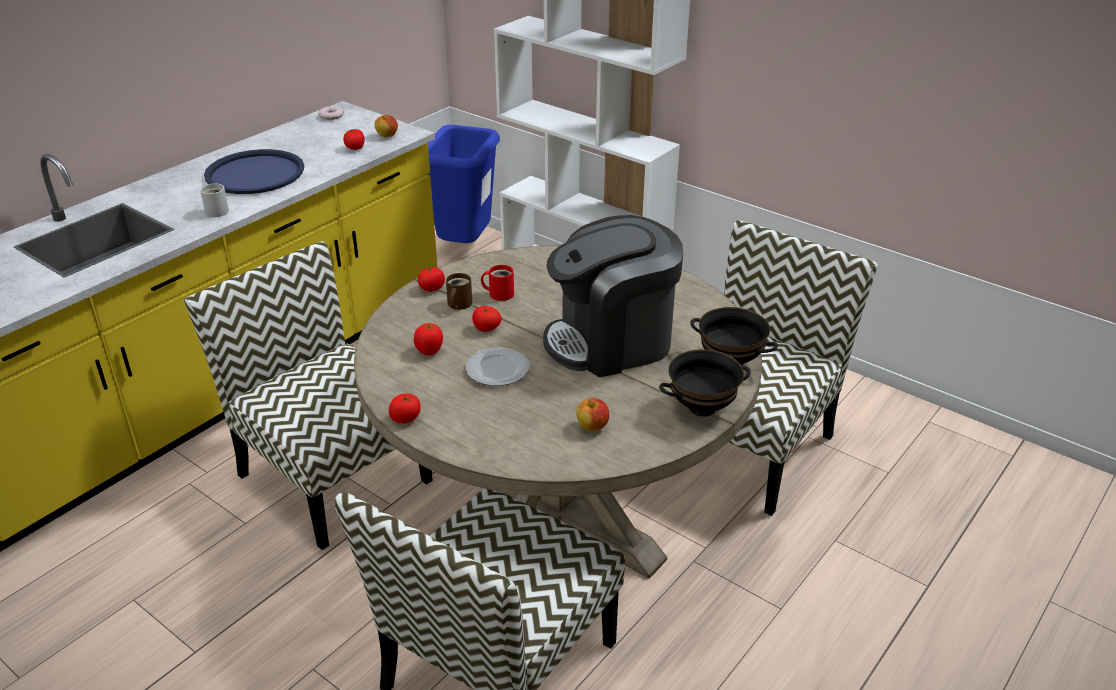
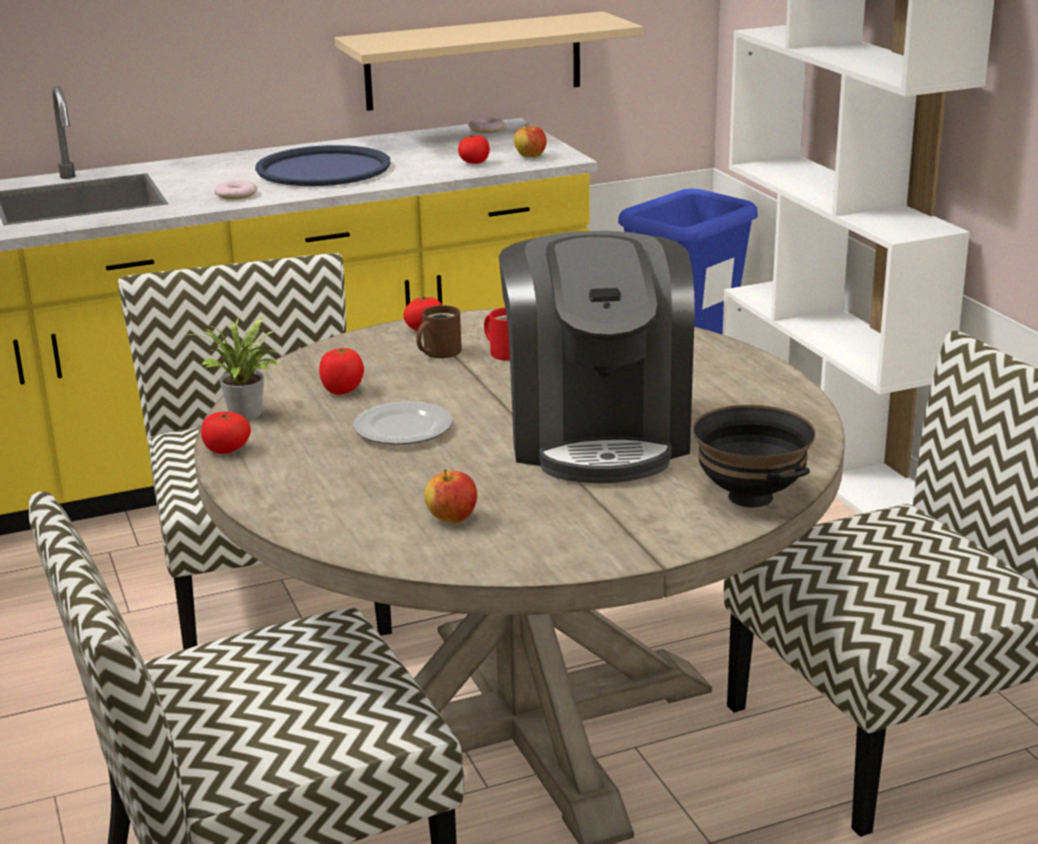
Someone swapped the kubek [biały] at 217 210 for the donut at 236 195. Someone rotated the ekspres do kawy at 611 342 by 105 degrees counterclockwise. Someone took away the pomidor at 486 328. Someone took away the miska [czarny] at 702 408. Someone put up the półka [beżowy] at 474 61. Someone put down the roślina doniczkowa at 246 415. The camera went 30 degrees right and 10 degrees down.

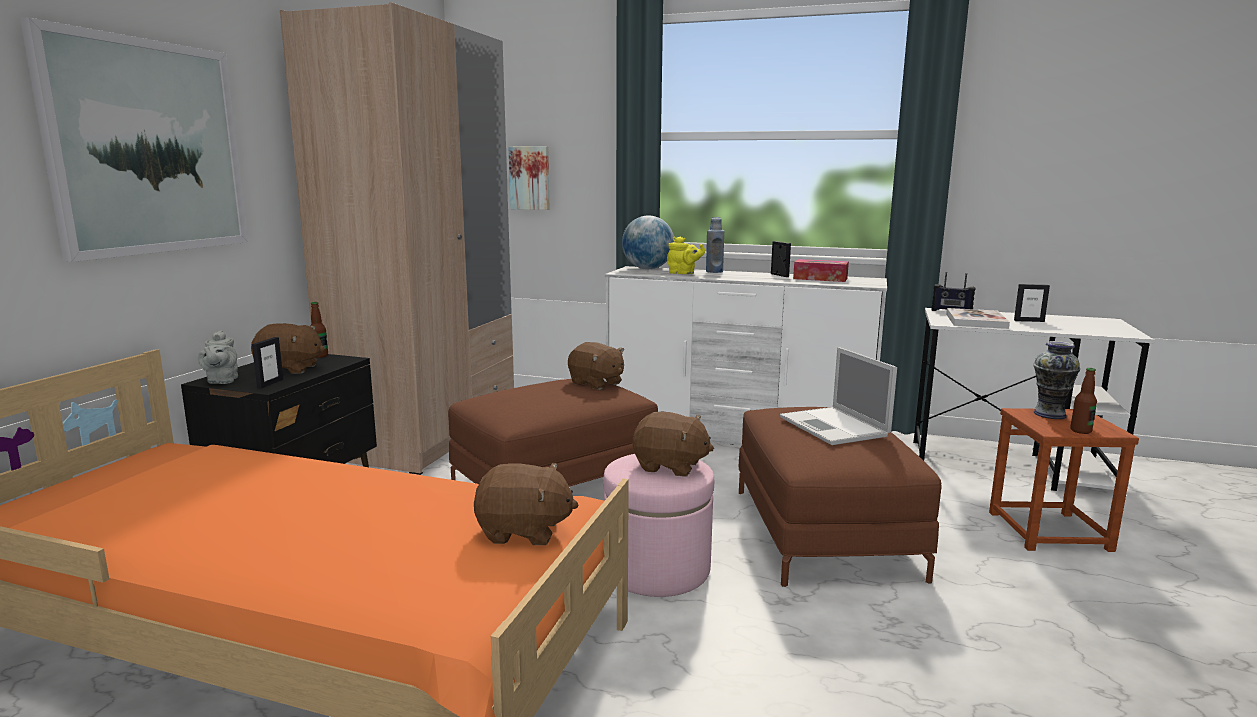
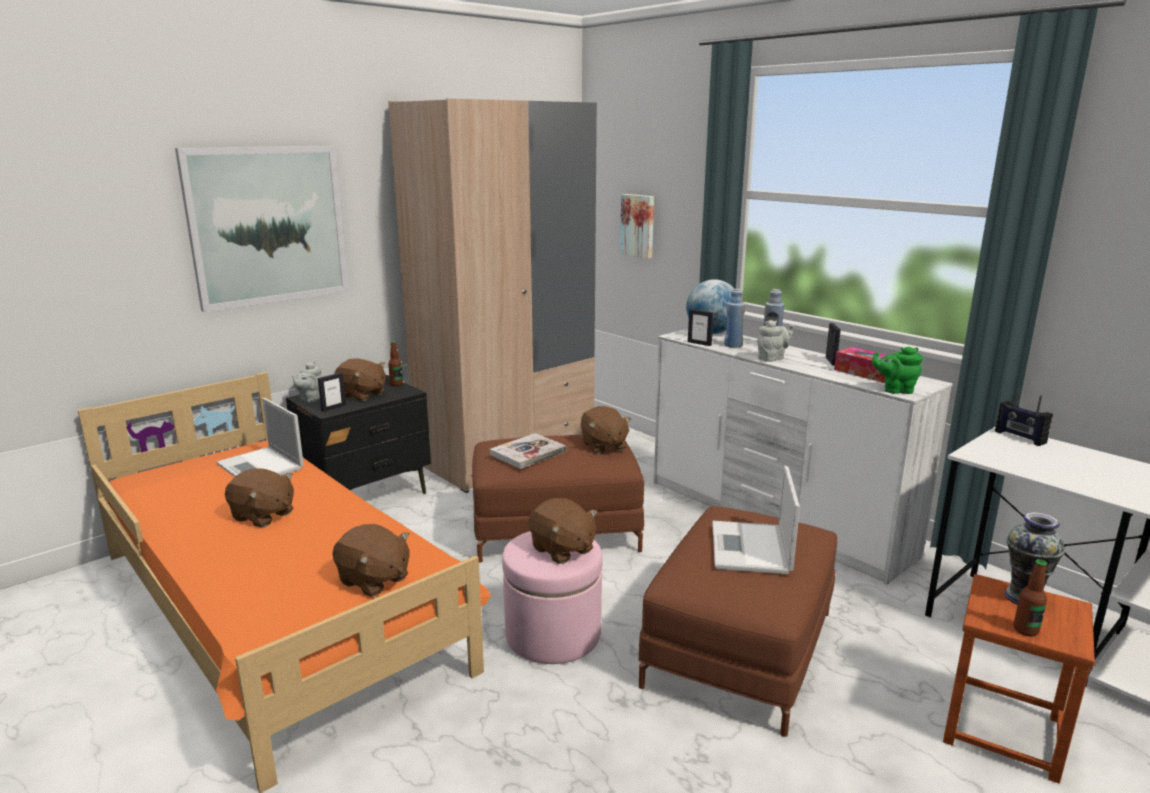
Someone swapped the imbryk [żółty] at 683 273 for the butelka [niebieski] at 733 345. Someone carried the ramka na zdjęcie from 1029 321 to 699 343. Someone carried the książka from 976 321 to 528 453. Someone put down the imbryk [szary] at 772 358. Someone put down the imbryk [zielony] at 895 390. Someone put down the laptop at 261 467. Someone put down the pluszak [brązowy] at 263 516. The camera went 30 degrees right and 5 degrees up.

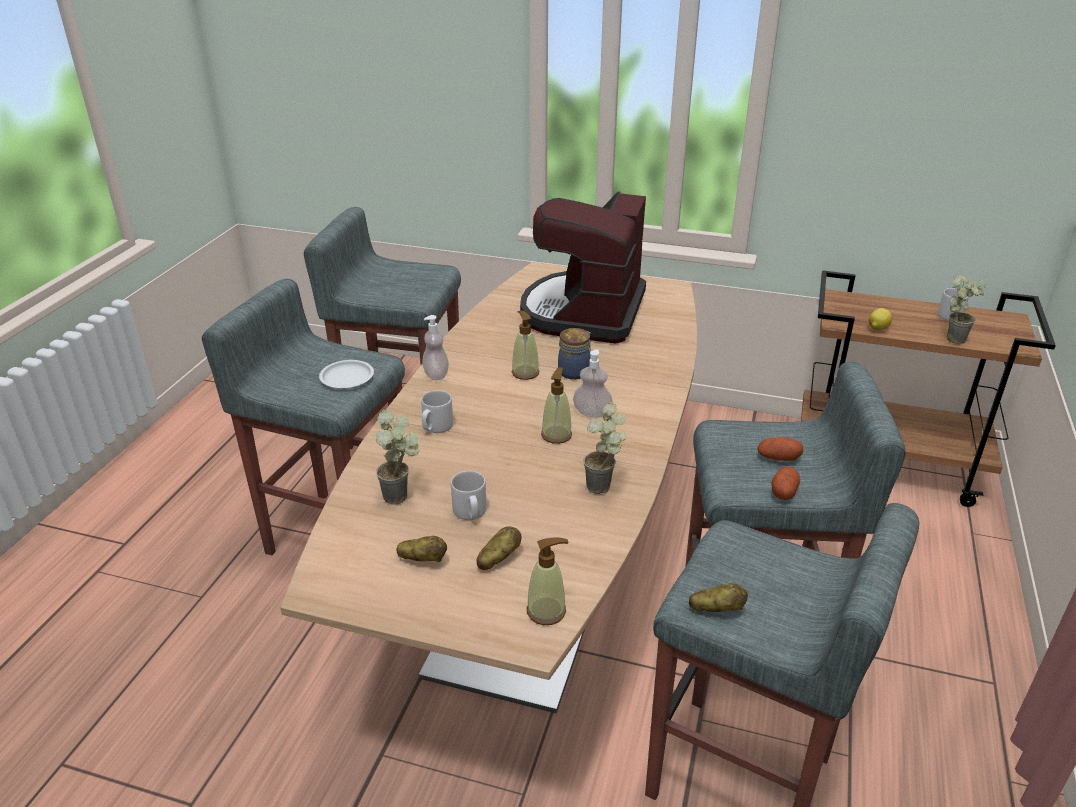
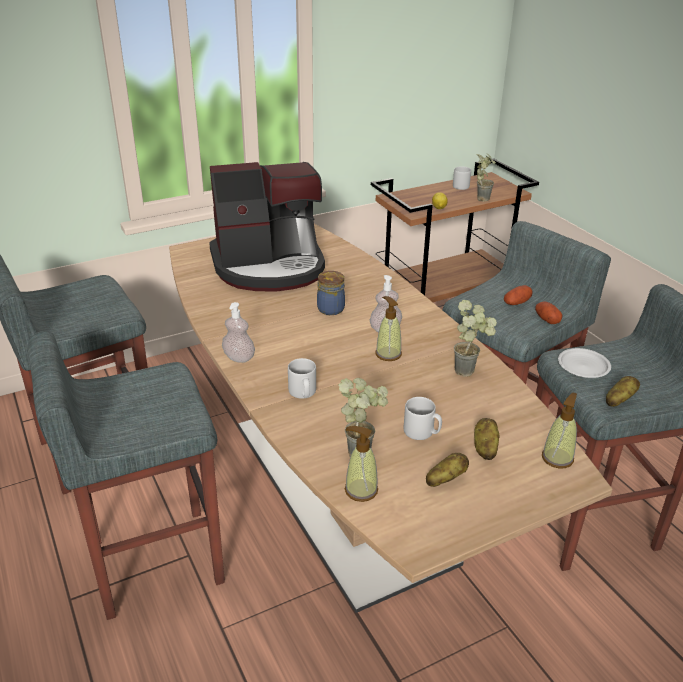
Someone rotated the ekspres do kawy at 584 312 by 75 degrees counterclockwise. Someone carried the dozownik mydła from 525 373 to 360 490. Someone carried the talerz [biały] from 347 378 to 583 366. The camera went 45 degrees left and 0 degrees up.

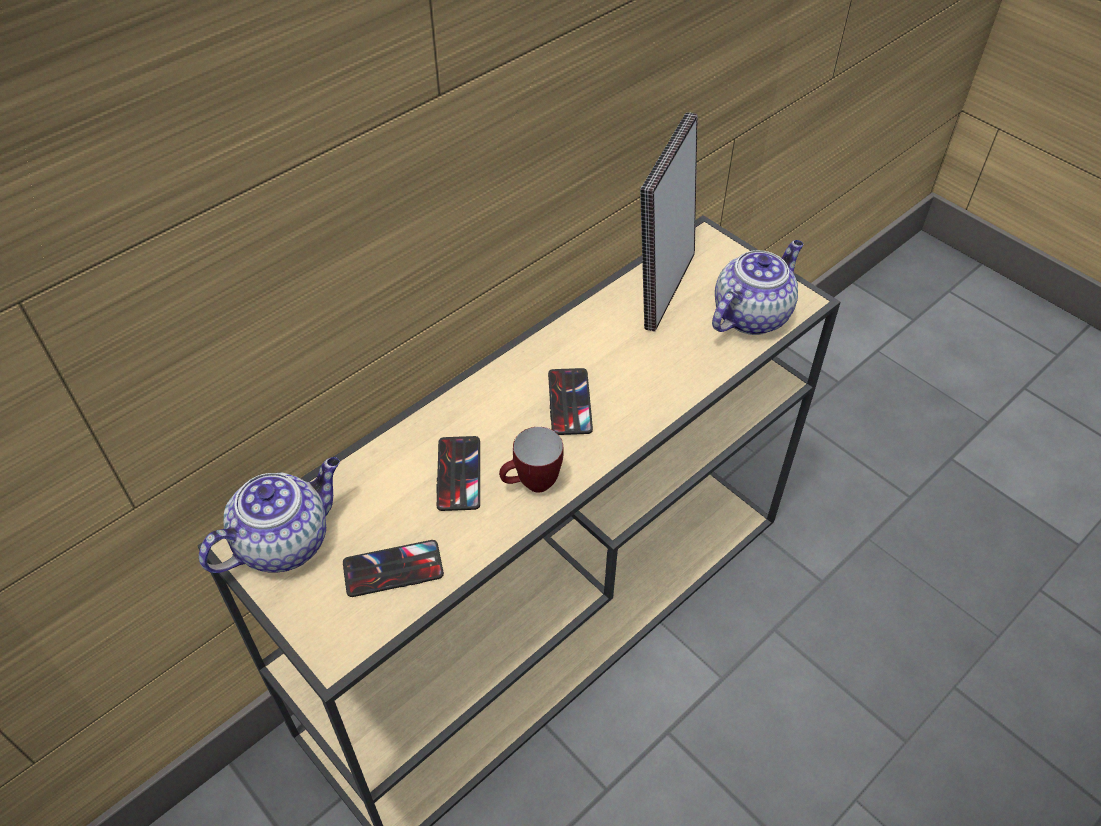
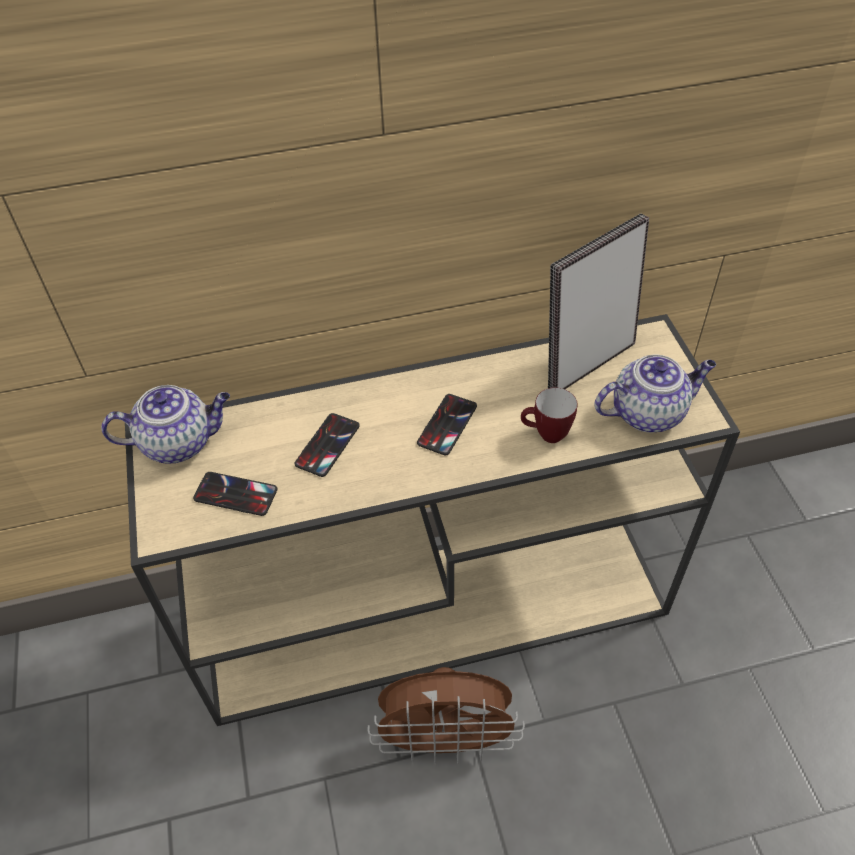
Someone carried the kubek from 531 485 to 545 435. Someone put down the wentylator [brązowy] at 446 741. The camera went 30 degrees right and 0 degrees up.

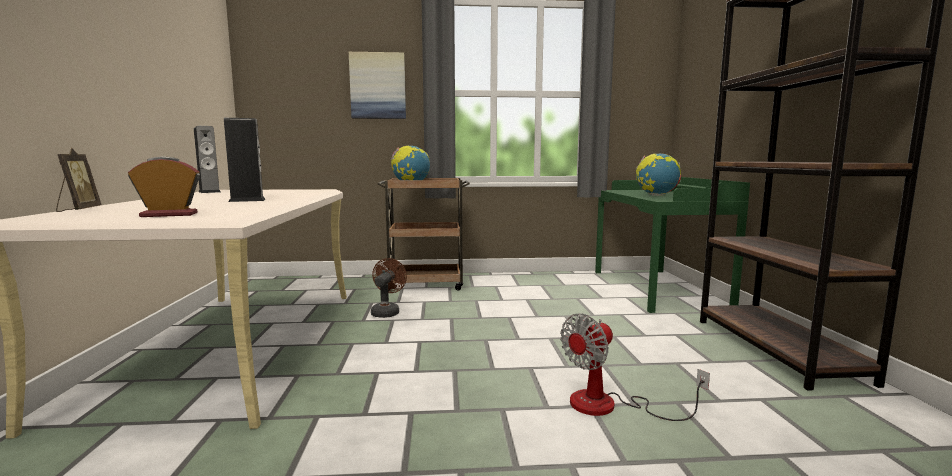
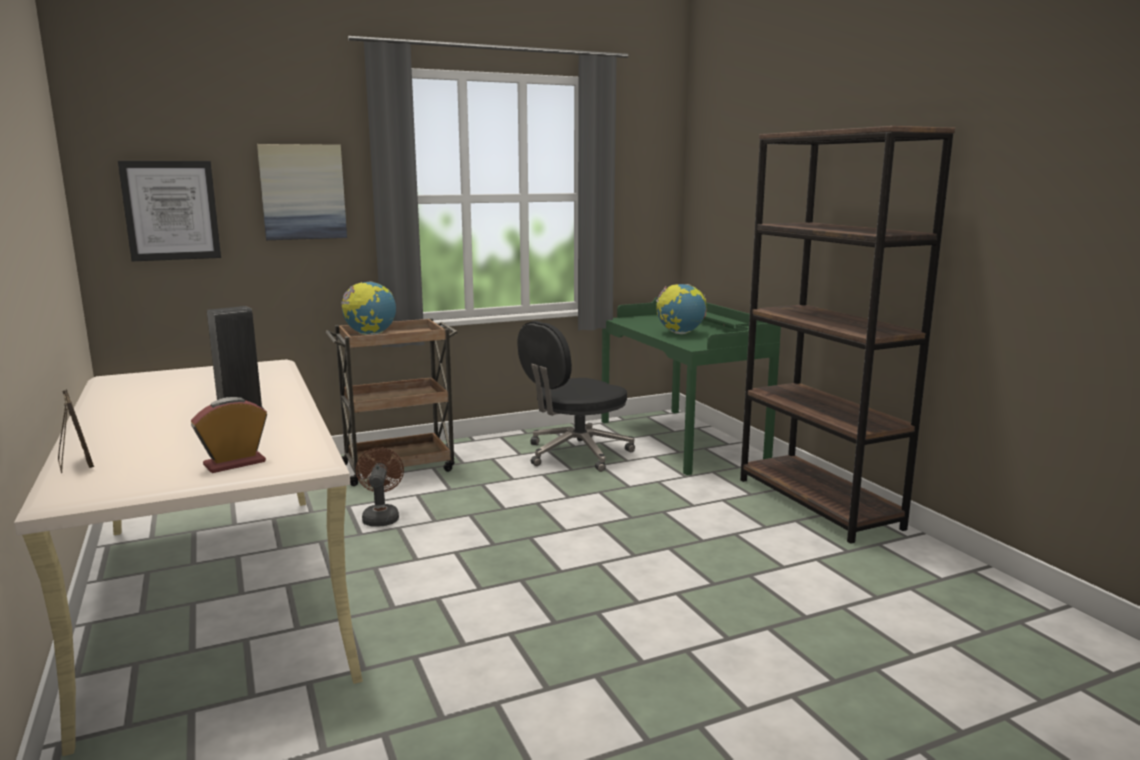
Someone took away the głośnik at 209 192. Someone took away the wentylator at 609 406. Someone put up the obraz at 171 210. Someone put down the krzesło biurowe [czarny] at 576 454. The camera went 20 degrees left and 5 degrees up.

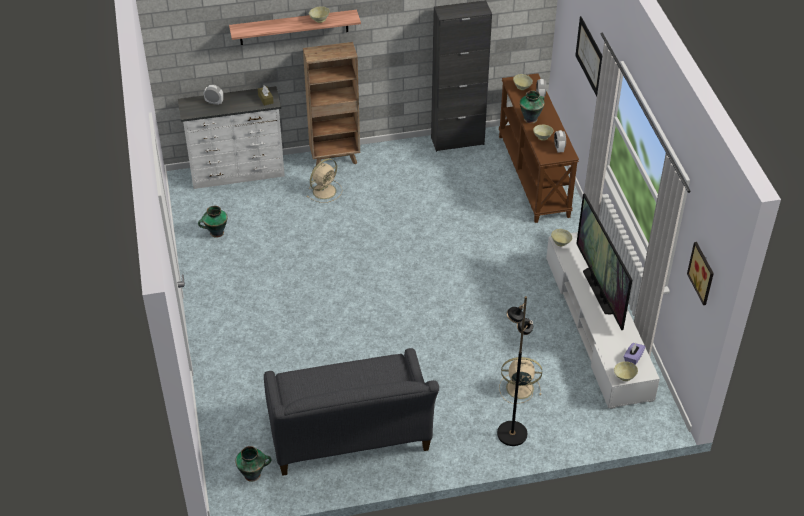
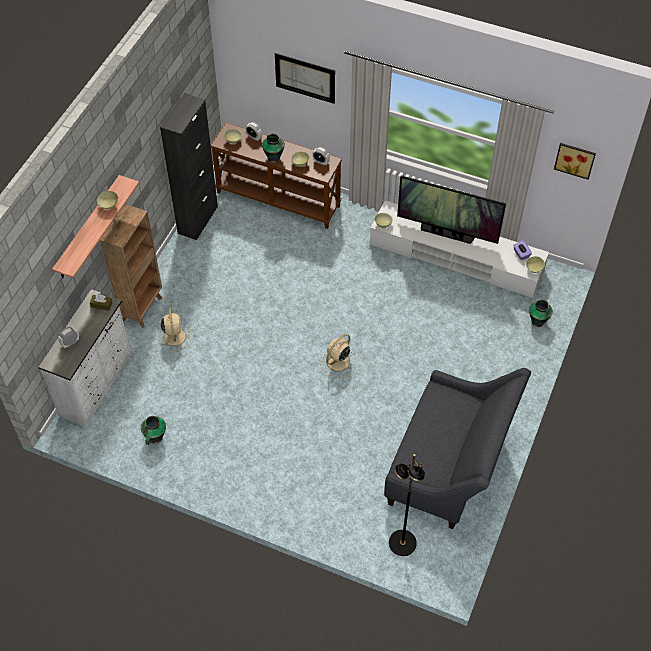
Someone carried the lampa stojąca [czarny] from 511 433 to 402 543. Someone carried the wentylator [beżowy] from 518 388 to 337 362. Someone carried the wazon from 253 474 to 538 321. The camera went 55 degrees left and 10 degrees up.

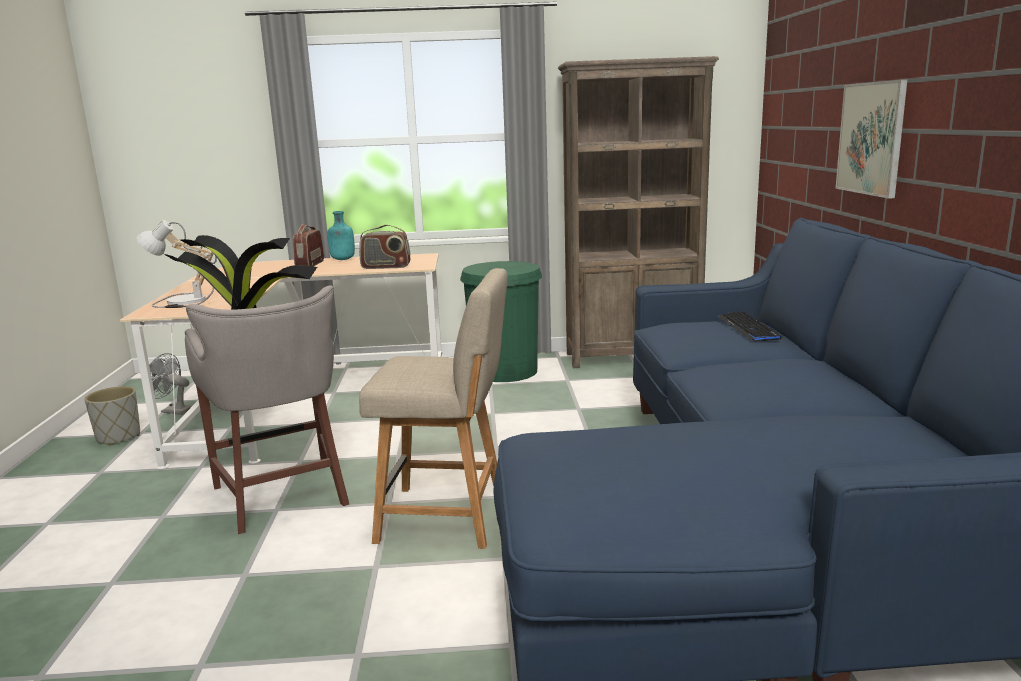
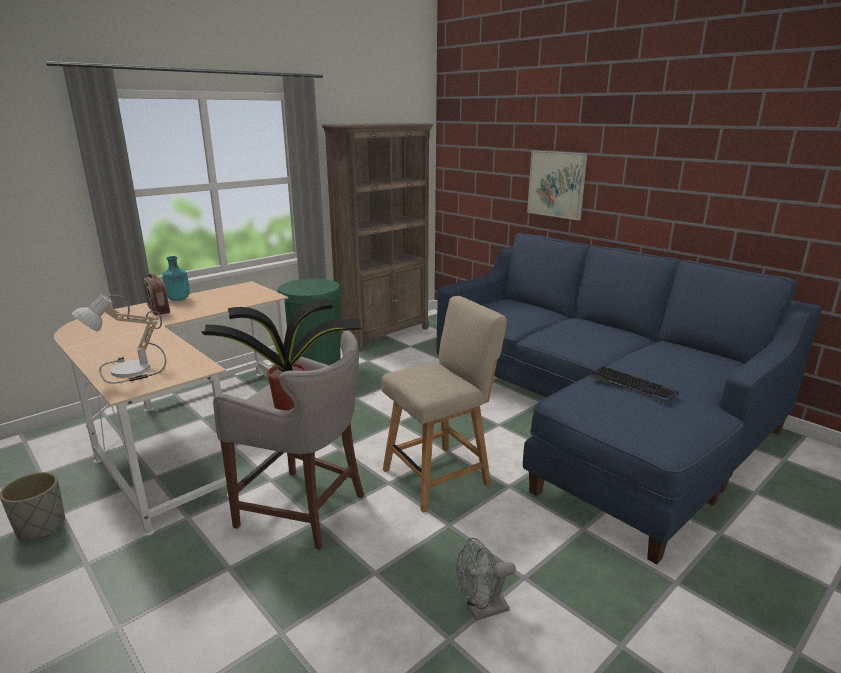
Someone took away the radio at 385 267. Someone carried the klawiatura from 748 328 to 632 385. Someone carried the wentylator [szary] from 173 411 to 482 610. The camera went 40 degrees left and 5 degrees up.

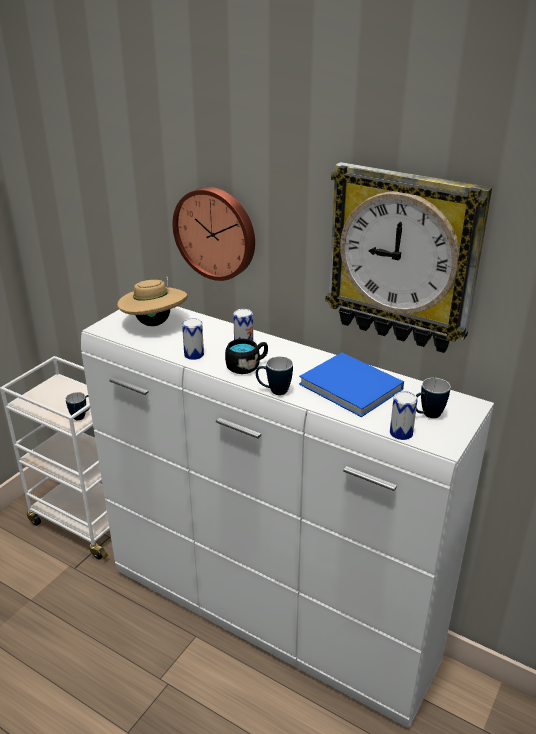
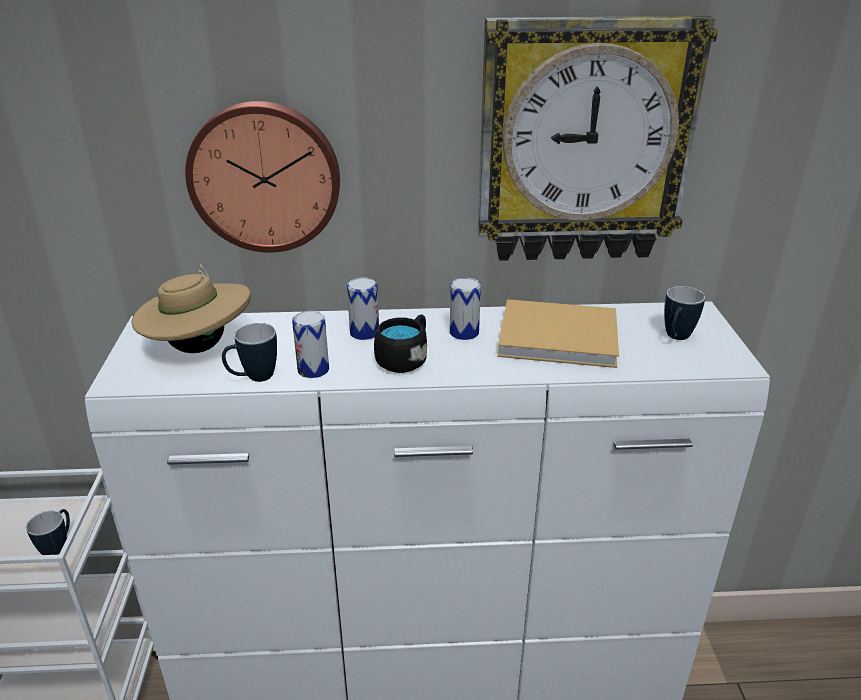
Someone repainted the książka [niebieski] at 353 388, which became the książka [beżowy] at 562 338. Someone carried the kubek from 274 391 to 253 378. Someone carried the puszka from 401 433 to 464 332. The camera went 35 degrees left and 0 degrees up.

